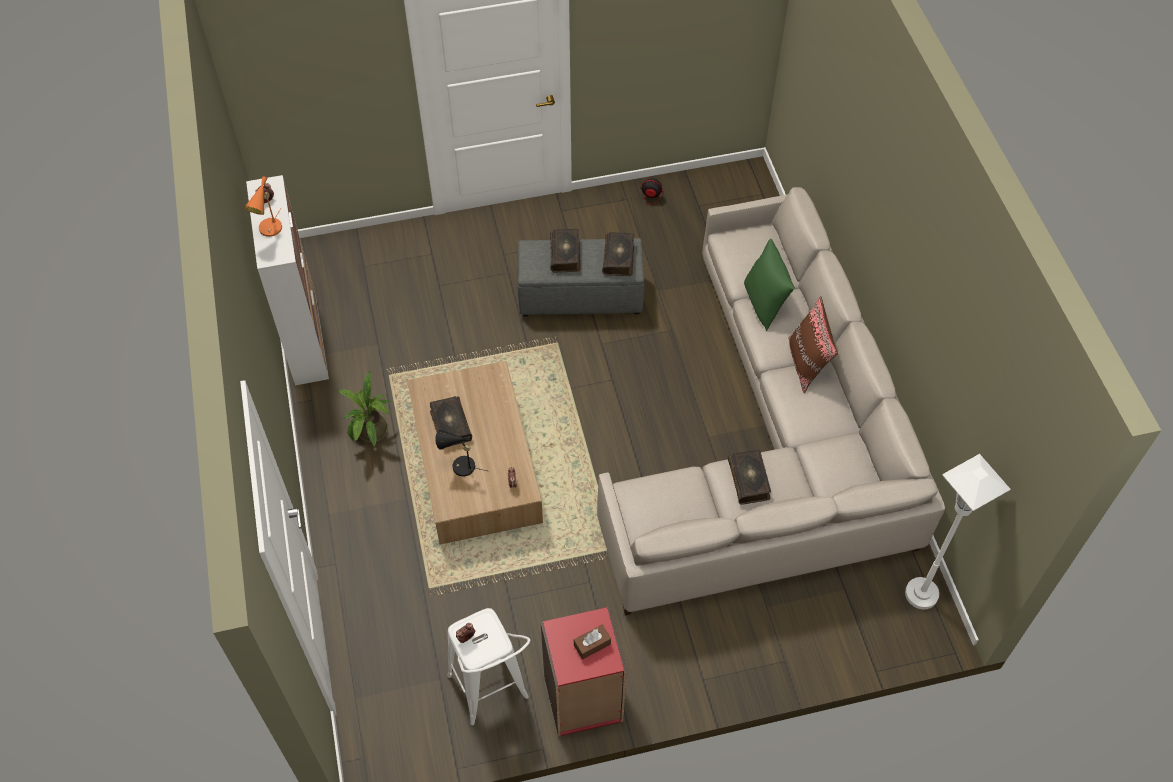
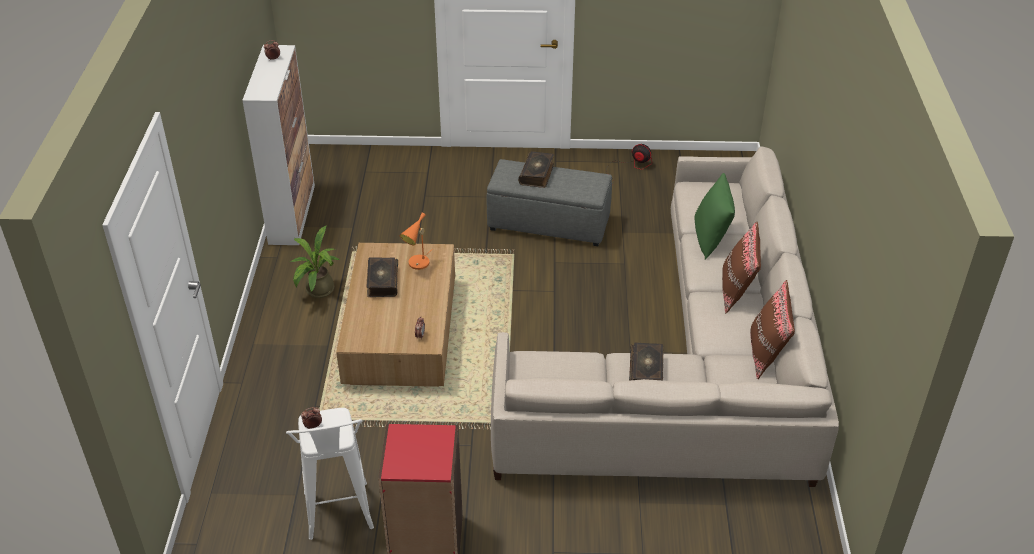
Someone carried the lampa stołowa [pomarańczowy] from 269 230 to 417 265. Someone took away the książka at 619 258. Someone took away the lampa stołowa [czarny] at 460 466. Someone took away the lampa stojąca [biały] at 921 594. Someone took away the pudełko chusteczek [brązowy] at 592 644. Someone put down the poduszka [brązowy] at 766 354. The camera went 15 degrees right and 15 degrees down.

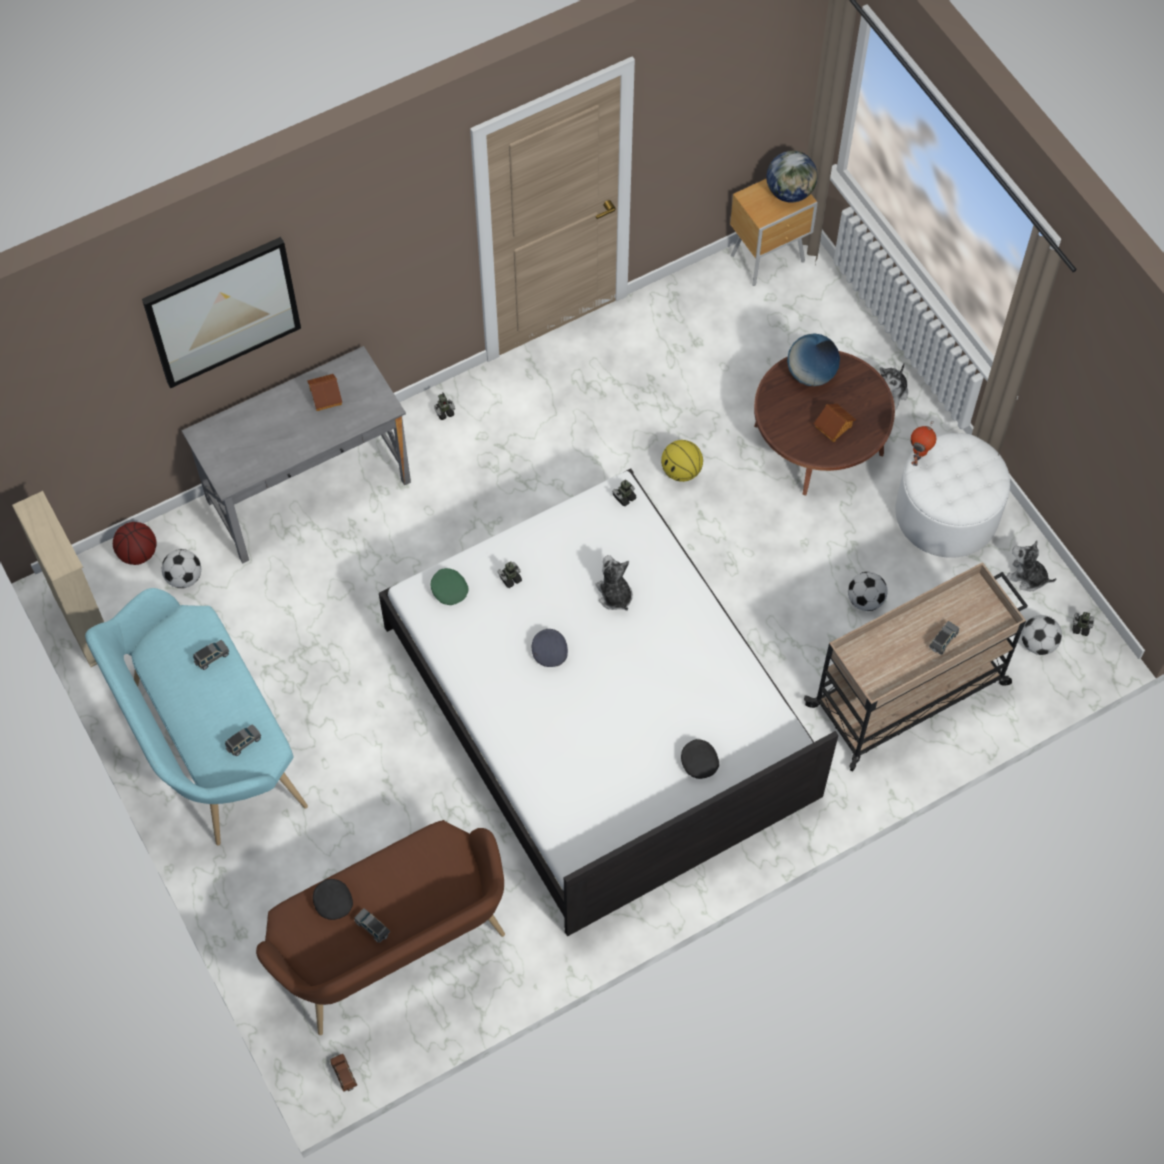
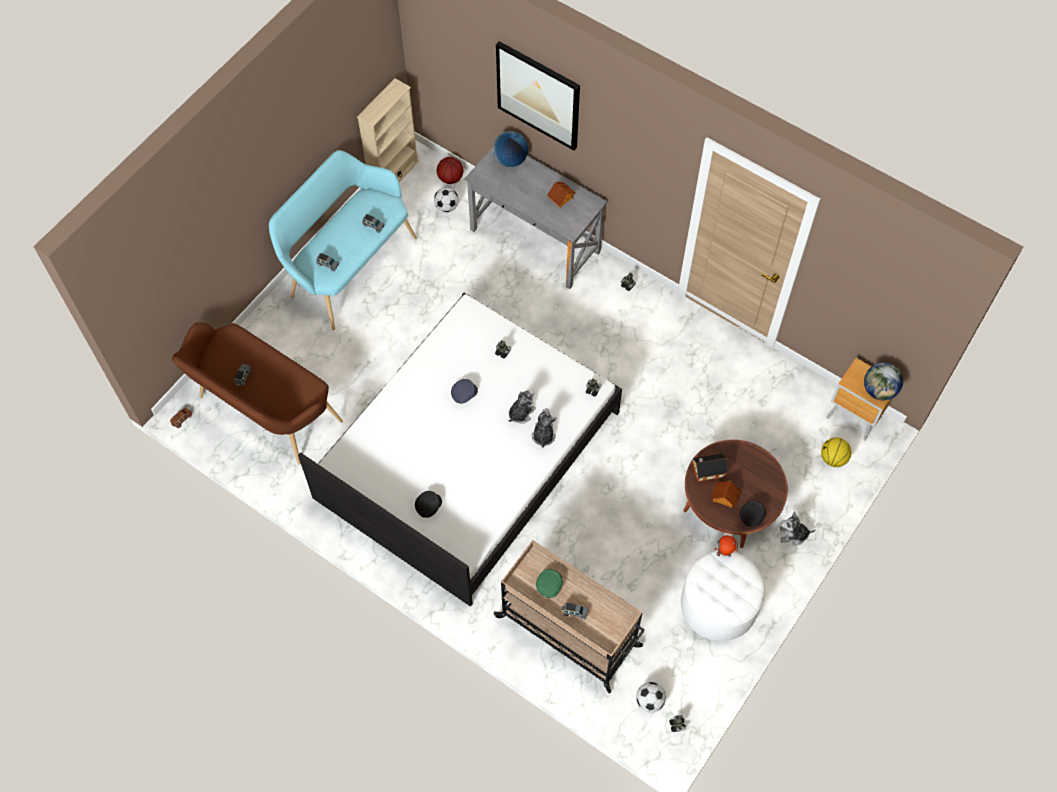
Someone carried the globus from 811 374 to 510 160. Someone carried the piłka do koszykówki from 681 471 to 833 458. Someone carried the pluszak from 1027 577 to 543 435. Someone carried the czapka z daszkiem [zielony] from 448 590 to 549 584. Someone took away the piłka futbolowa at 865 600. Someone carried the czapka z daszkiem [czarny] from 332 901 to 752 515. Someone put down the domek at 707 470. The camera went 65 degrees right and 0 degrees up.

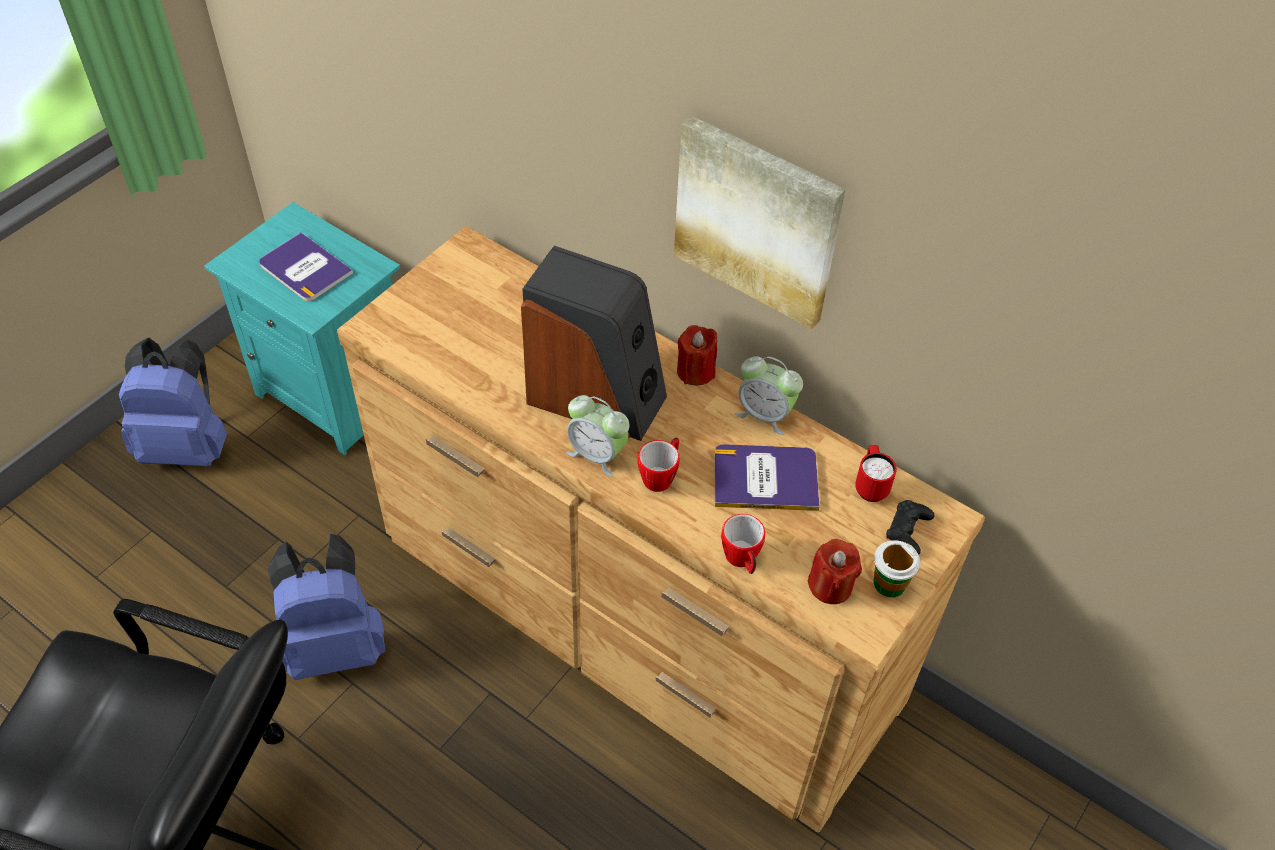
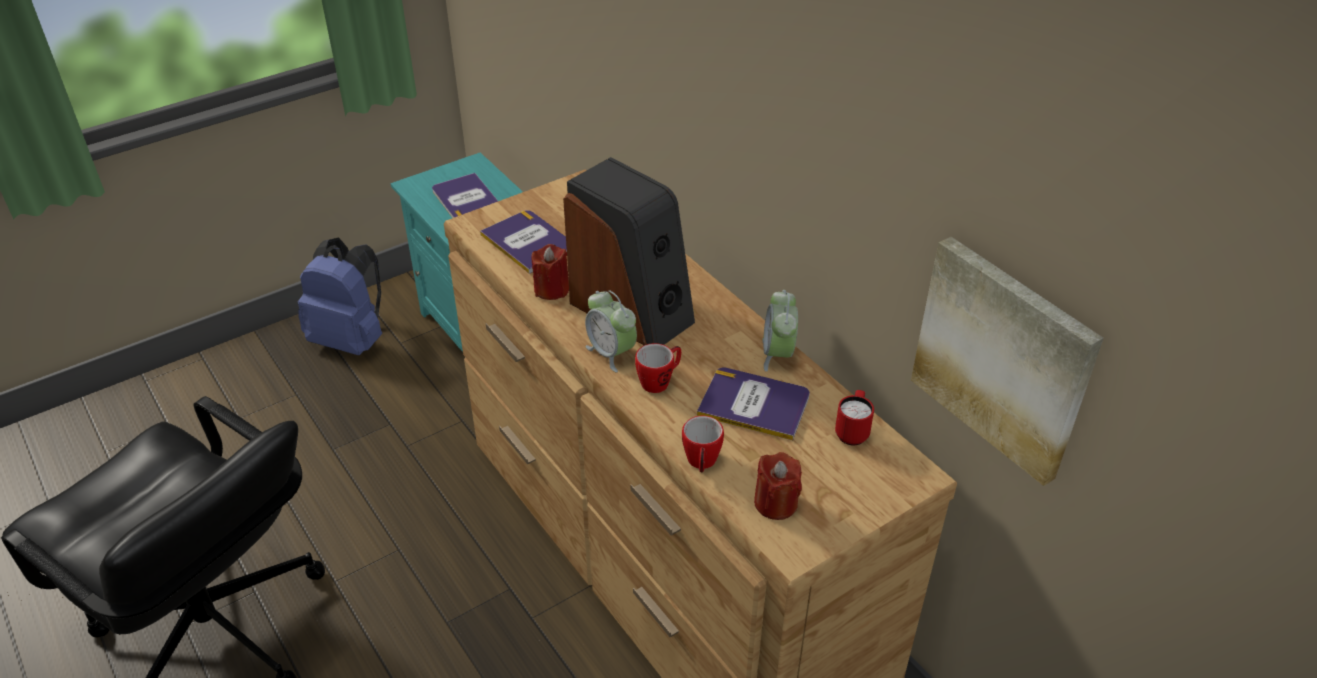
Someone carried the obraz from 757 220 to 1003 357. Someone carried the świeca [czerwony] from 696 371 to 551 289. Someone rotated the budzik at 765 414 by 45 degrees clockwise. Someone took away the pad do gier [czarny] at 908 531. Someone took away the plecak [niebieski] at 334 645. Someone took away the filiżanka at 889 583. Someone put down the książka at 528 242. The camera went 20 degrees right and 10 degrees down.

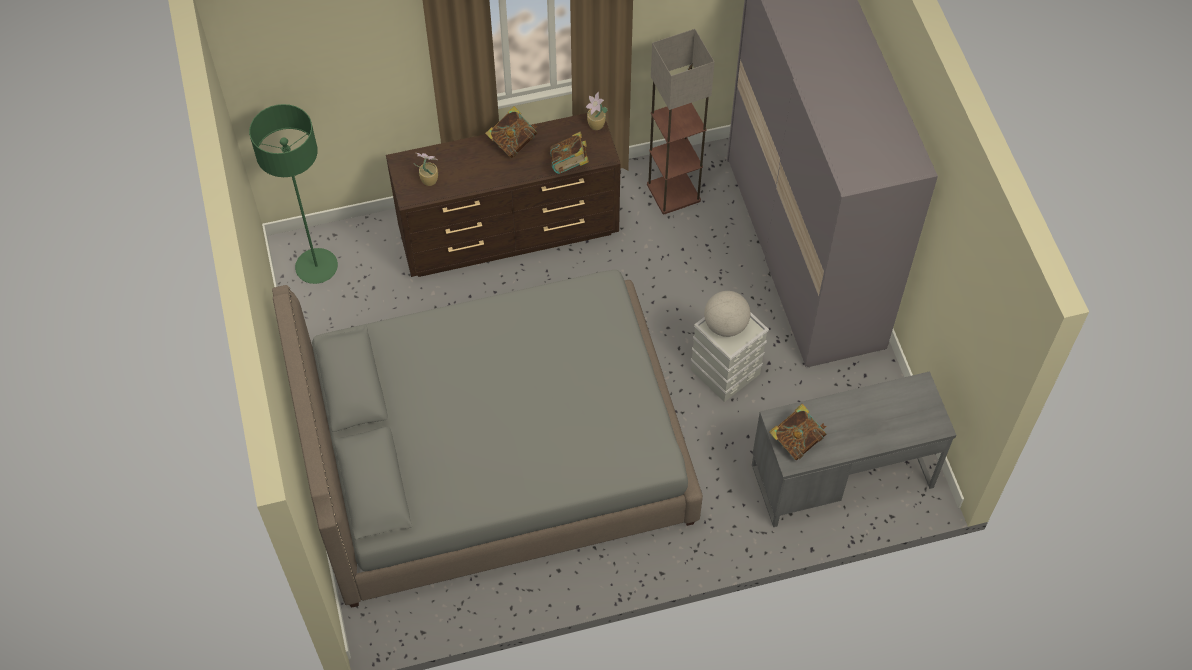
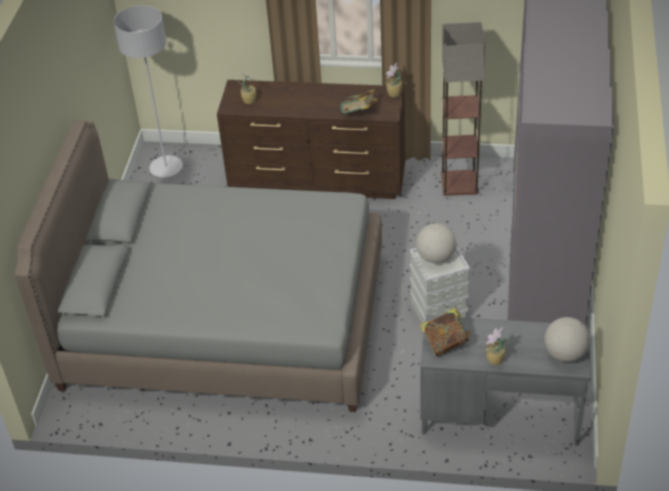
Someone repainted the lampa stojąca [zielony] at 316 267, which became the lampa stojąca [szary] at 166 168. Someone took away the książka at 512 142. Someone put down the globus at 565 354. Someone put down the roślina doniczkowa at 494 360. The camera went 25 degrees right and 15 degrees down.

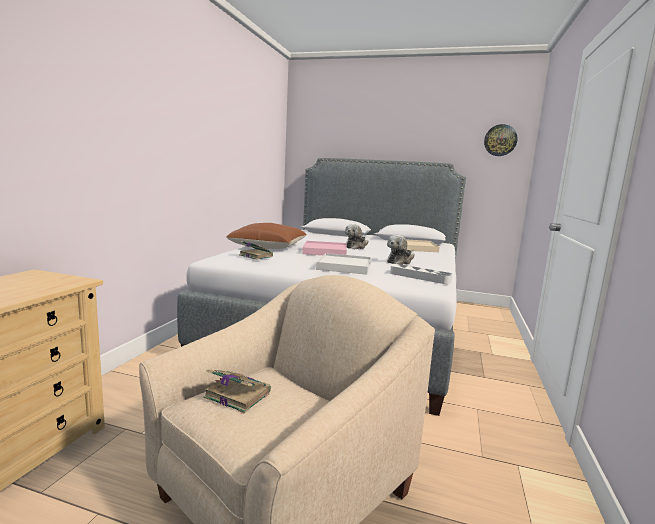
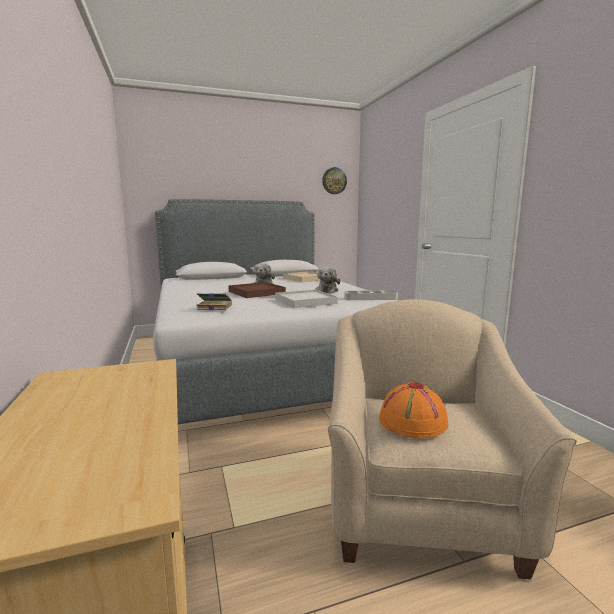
Someone took away the poduszka [brązowy] at 268 246. Someone repainted the taca [różowy] at 325 251, which became the taca [brązowy] at 257 292. Someone swapped the książka at 236 395 for the kapelusz [pomarańczowy] at 412 422. The camera went 35 degrees left and 0 degrees up.

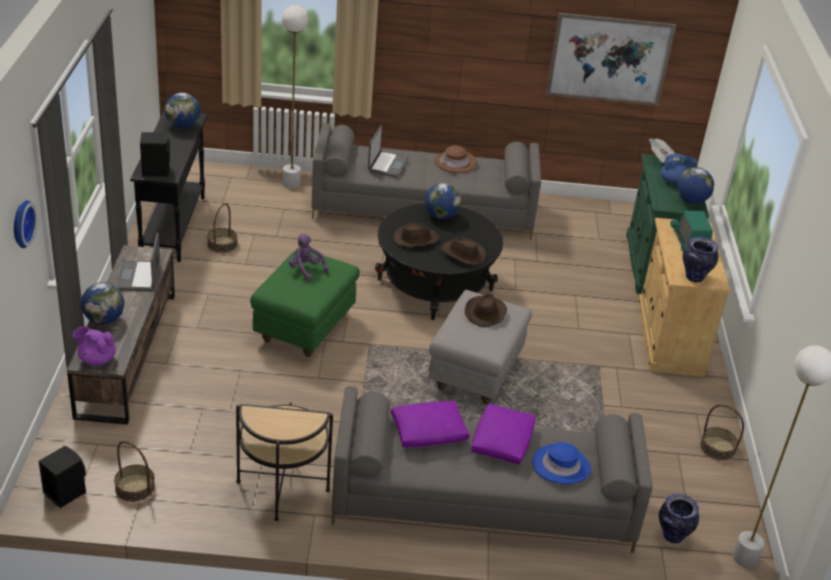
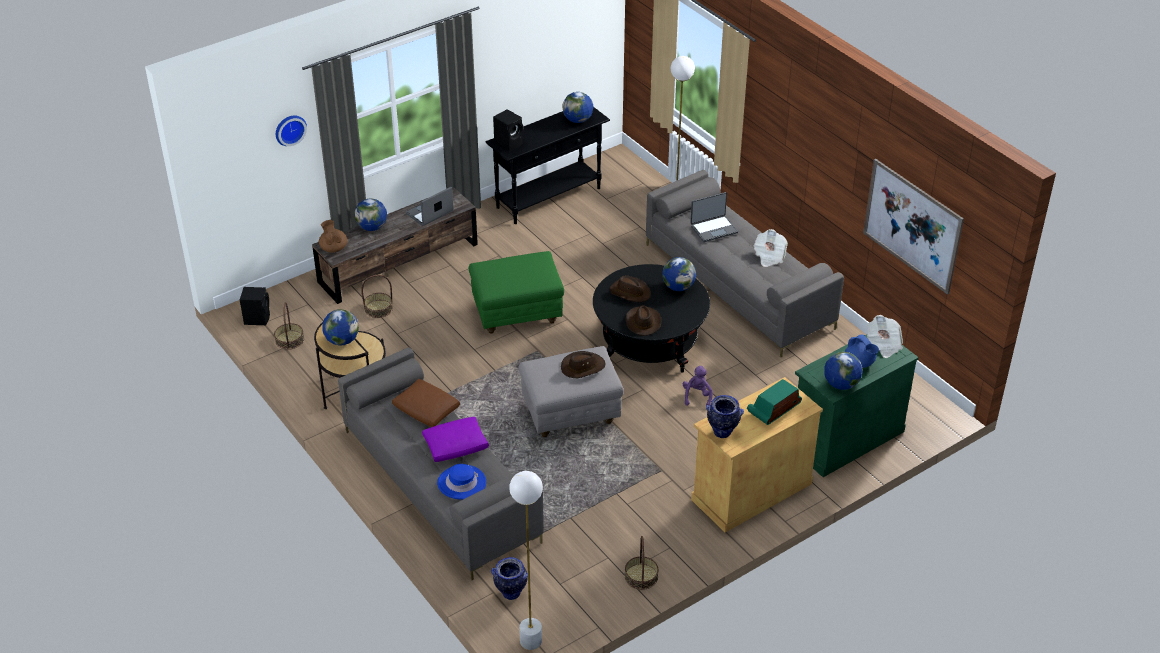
Someone swapped the kapelusz [brązowy] at 455 162 for the gazeta at 769 256. Someone carried the koszyk from 222 244 to 378 309. Someone carried the pluszak [fioletowy] from 306 270 to 697 396. Someone repainted the imbryk [fioletowy] at 96 359, which became the imbryk [brązowy] at 333 248. Someone repainted the poduszka [fioletowy] at 428 432, which became the poduszka [brązowy] at 426 409. Someone put down the globus at 342 341. The camera went 55 degrees right and 5 degrees up.

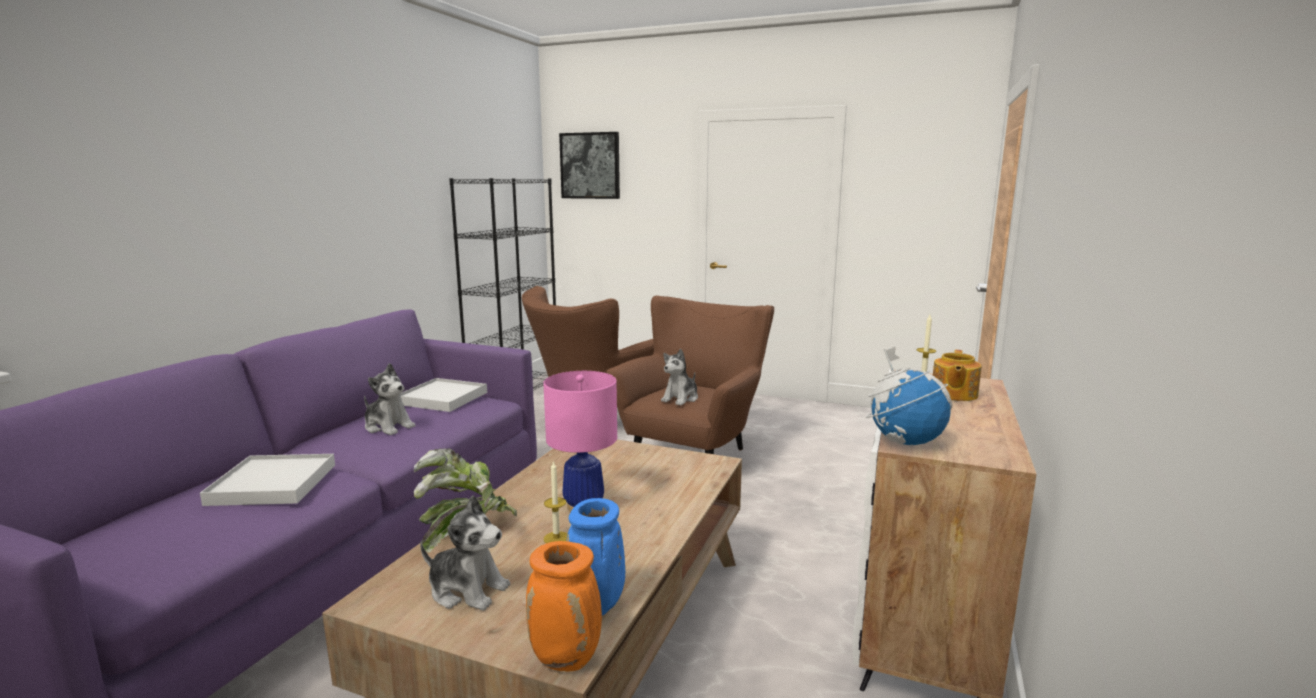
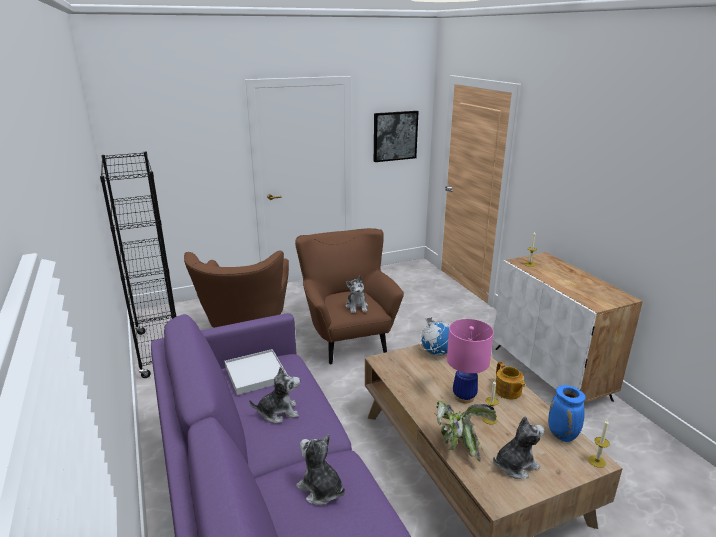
Someone carried the obraz from 590 166 to 395 136. Someone carried the globus from 905 442 to 436 352. Someone carried the imbryk from 953 394 to 508 391. Someone swapped the taca [biały] at 272 484 for the pluszak at 320 490. Someone swapped the wazon [pomarańczowy] at 567 659 for the świeca at 597 461. The camera went 45 degrees left and 10 degrees up.

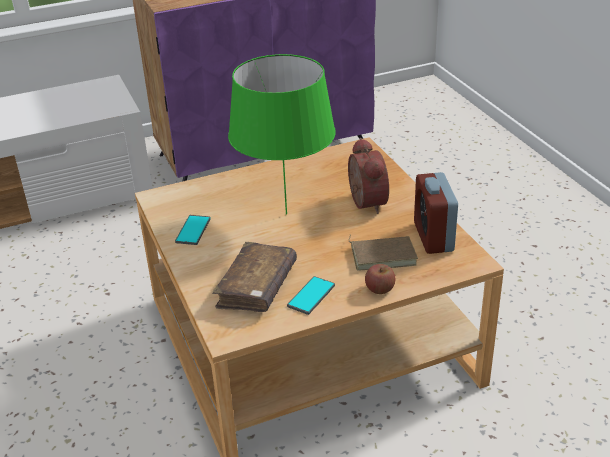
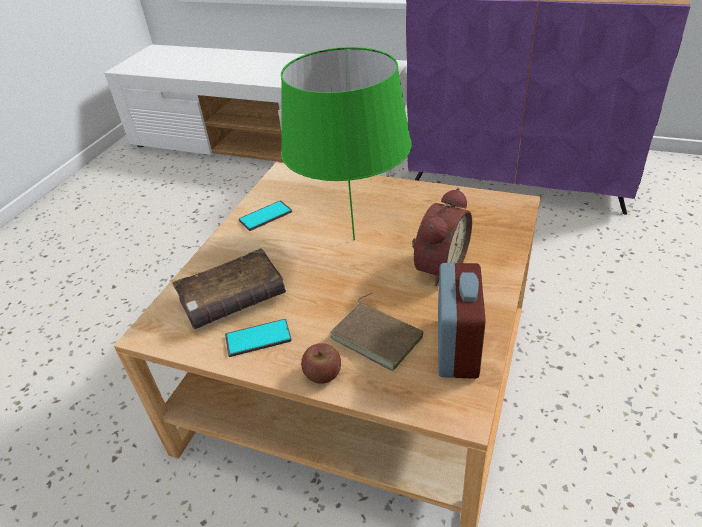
Someone rotated the budzik at 433 237 by 150 degrees clockwise. The camera went 45 degrees right and 5 degrees up.

